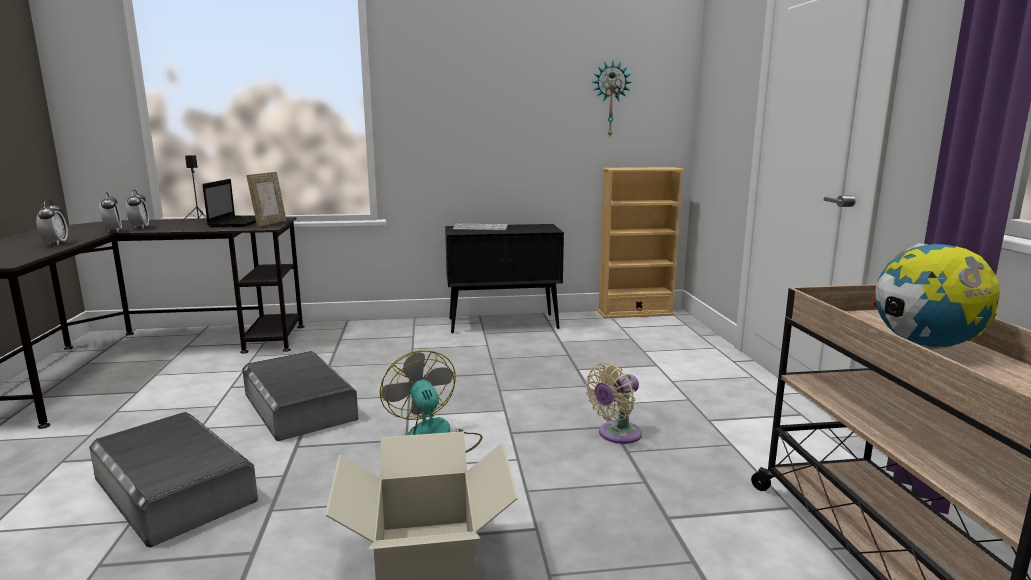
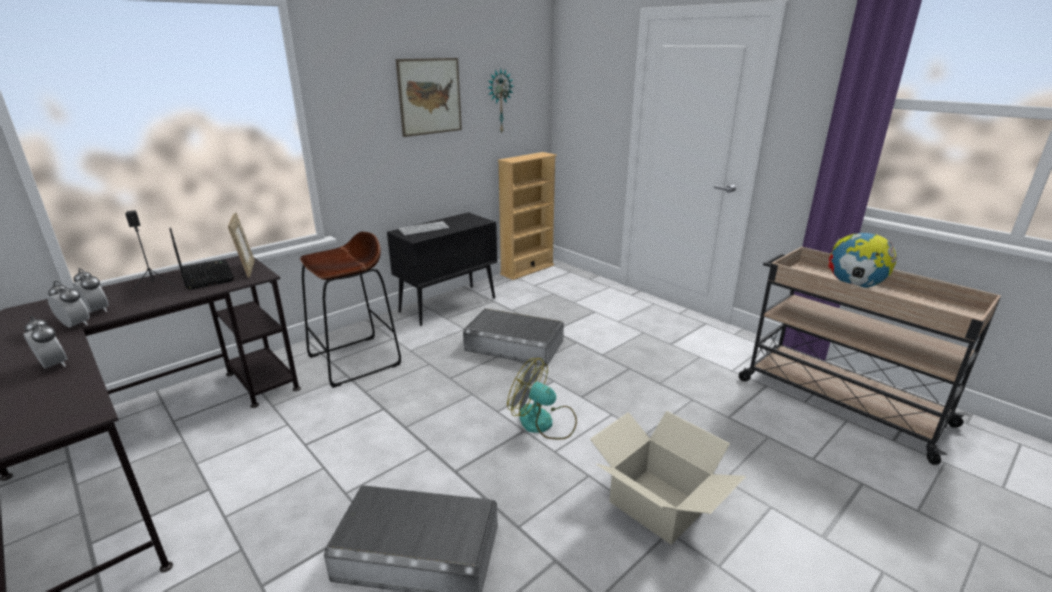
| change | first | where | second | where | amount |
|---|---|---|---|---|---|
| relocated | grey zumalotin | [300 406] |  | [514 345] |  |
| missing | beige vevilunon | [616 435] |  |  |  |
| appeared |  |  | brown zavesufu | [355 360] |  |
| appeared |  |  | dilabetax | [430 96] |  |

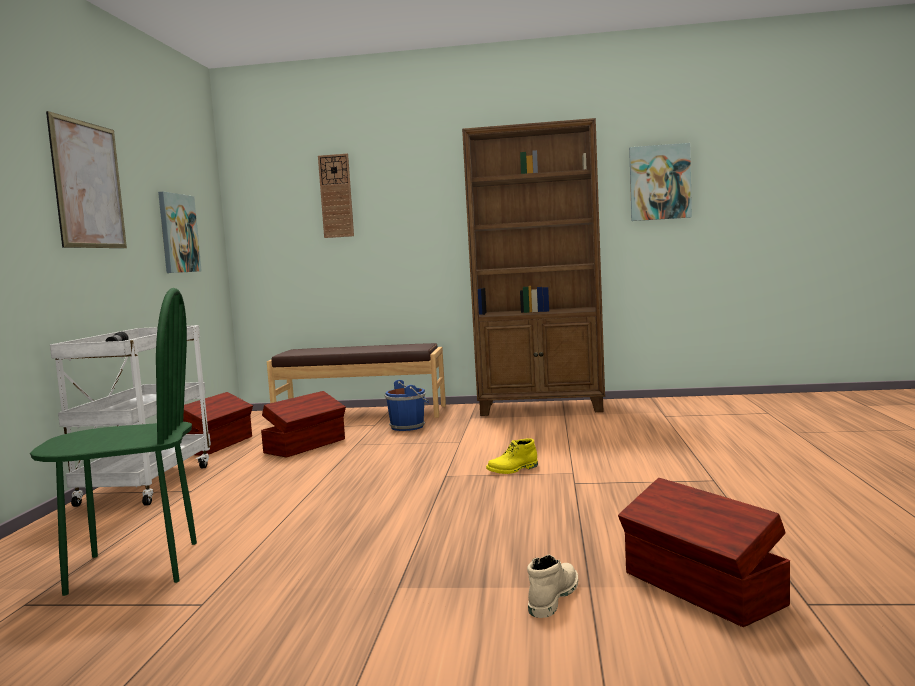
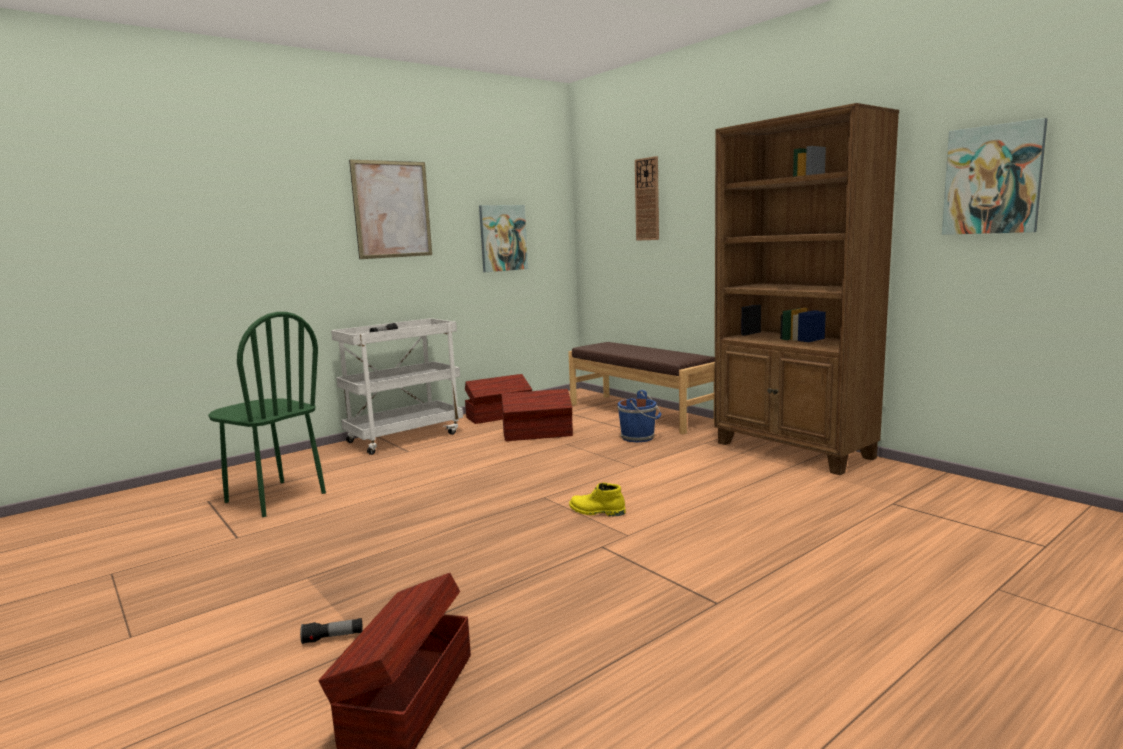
| change | first | where | second | where | amount |
|---|---|---|---|---|---|
| exchanged | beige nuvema | [552 597] | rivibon | [333 638] |  |

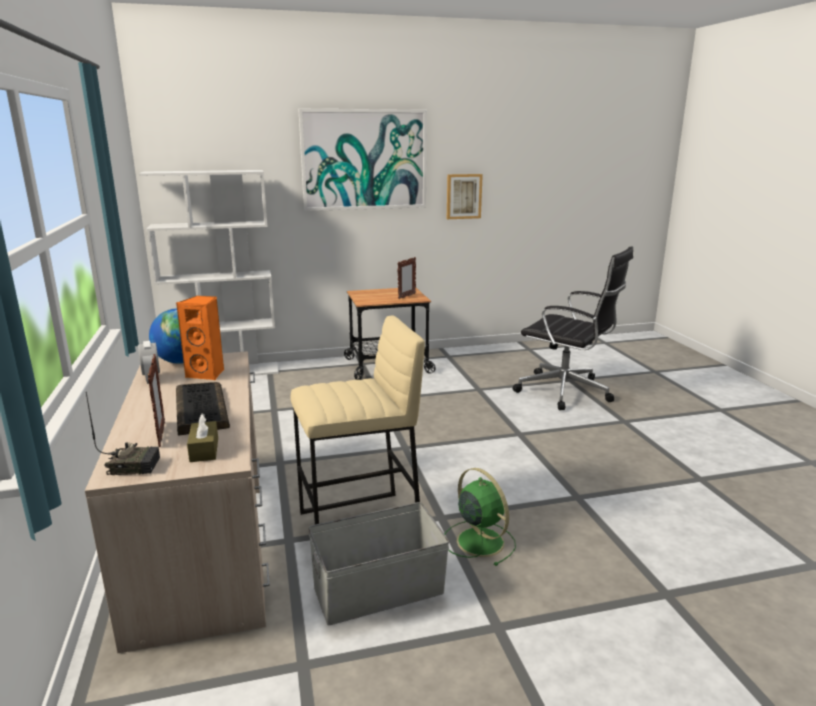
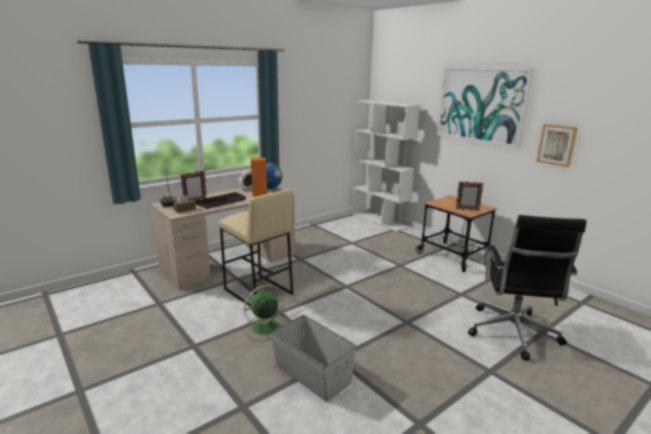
| change | first | where | second | where | amount |
|---|---|---|---|---|---|
| relocated | grey zumalotin | [379 590] |  | [312 374] |  |
| spun | green vevilunon | [478 540] |  | [264 328] | 150 degrees counterclockwise |

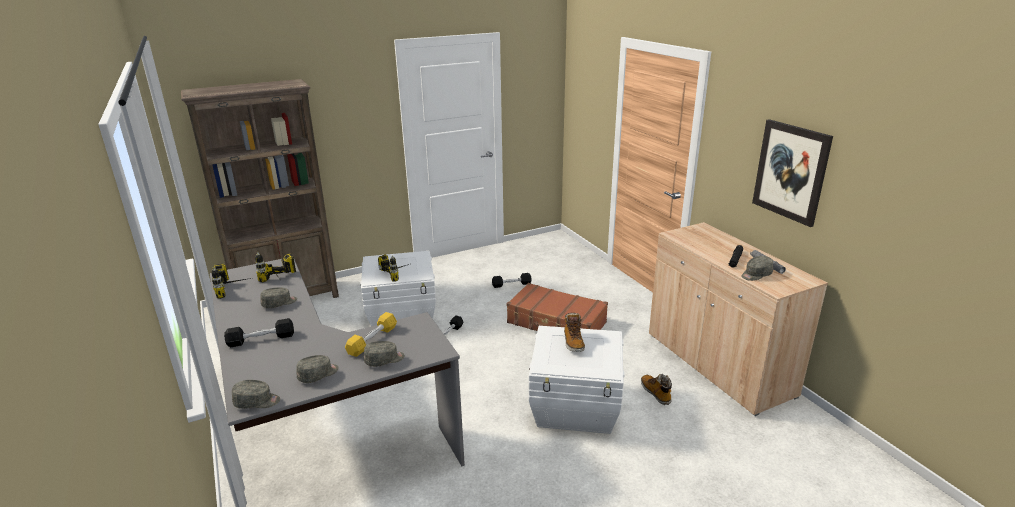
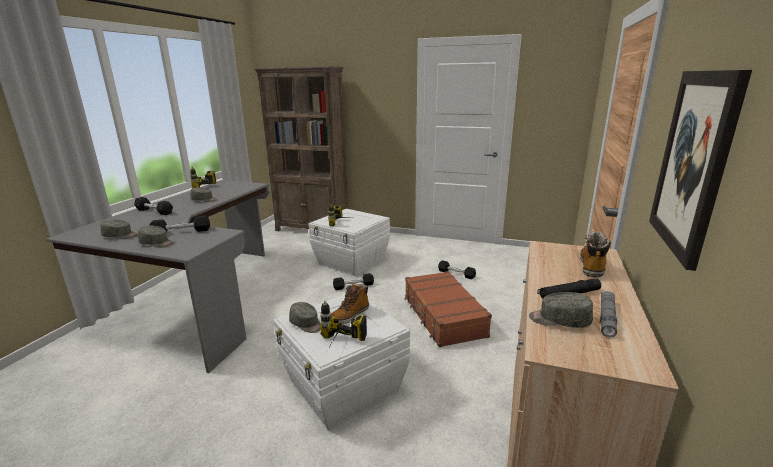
| change | first | where | second | where | amount |
|---|---|---|---|---|---|
| relocated | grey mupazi | [257 402] |  | [306 324] |  |
| relocated | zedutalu | [280 282] |  | [338 347] |  |
| colour | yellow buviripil | [372 340] | black buviripil | [181 232] |  |
| relocated | nuvema | [656 393] |  | [592 266] |  |

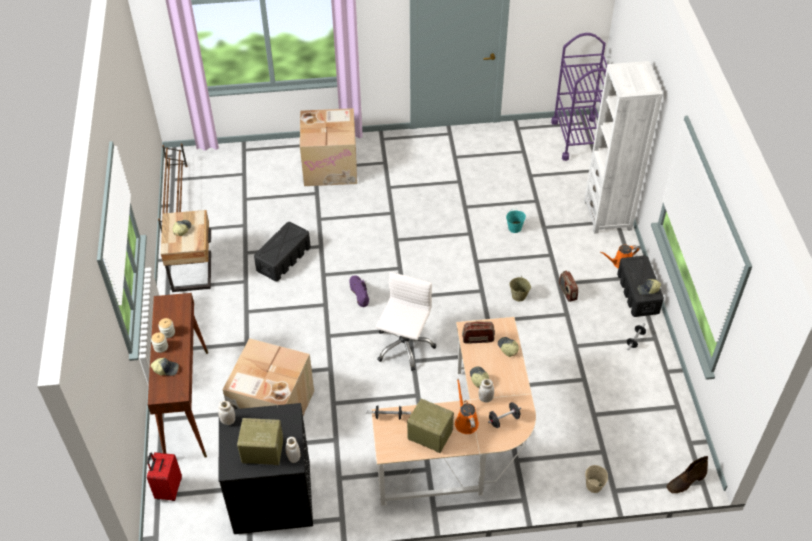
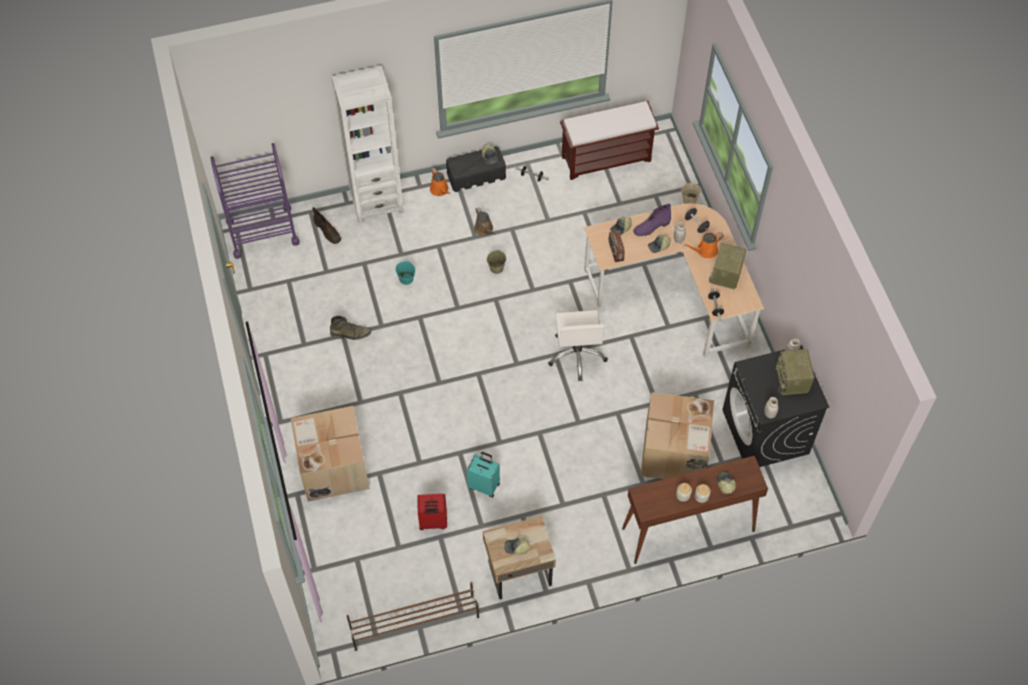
| change | first | where | second | where | amount |
|---|---|---|---|---|---|
| relocated | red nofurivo | [168 489] |  | [433 522] |  |
| exchanged | black zumalotin | [283 259] | turquoise nofurivo | [484 485] |  |
| relocated | purple nuvema | [359 292] |  | [651 227] |  |
| spun | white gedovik | [404 346] |  | [577 355] | 105 degrees counterclockwise |
| exchanged | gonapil | [567 292] | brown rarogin | [484 230] |  |
| relocated | brown nuvema | [685 482] |  | [328 231] |  |
| appeared |  |  | green nuvema | [351 333] |  |
| appeared |  |  | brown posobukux | [607 158] |  |

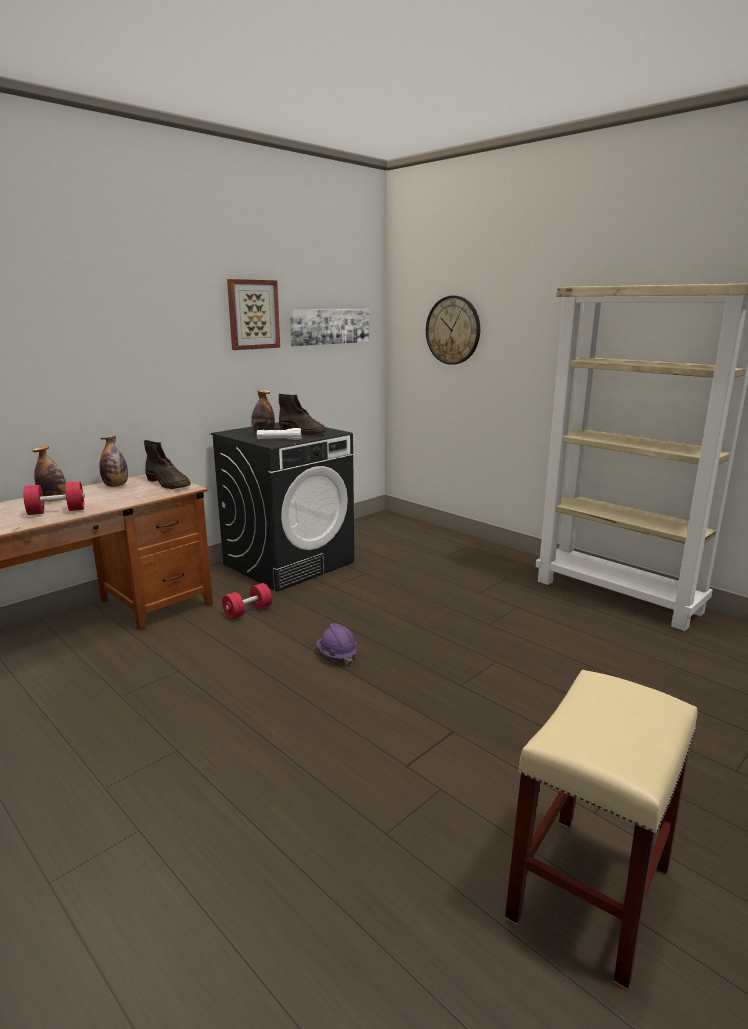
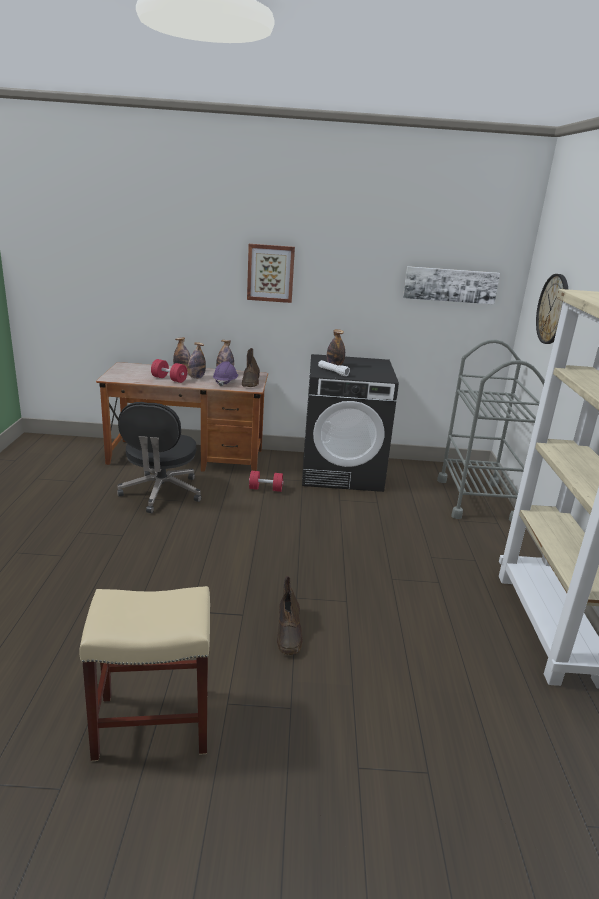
| change | first | where | second | where | amount |
|---|---|---|---|---|---|
| relocated | dilabetax | [253 314] |  | [270 273] |  |
| relocated | brown nuvema | [302 432] |  | [289 633] |  |
| relocated | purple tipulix | [337 655] |  | [225 382] |  |
| appeared |  |  | black gedovik | [161 493] |  |
| appeared |  |  | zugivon | [196 377] |  |
| appeared |  |  | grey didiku | [476 500] |  |

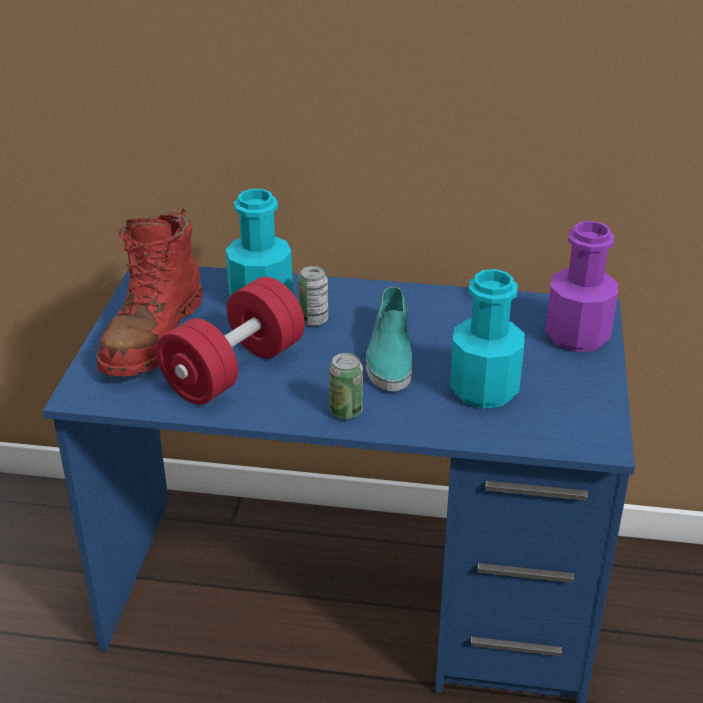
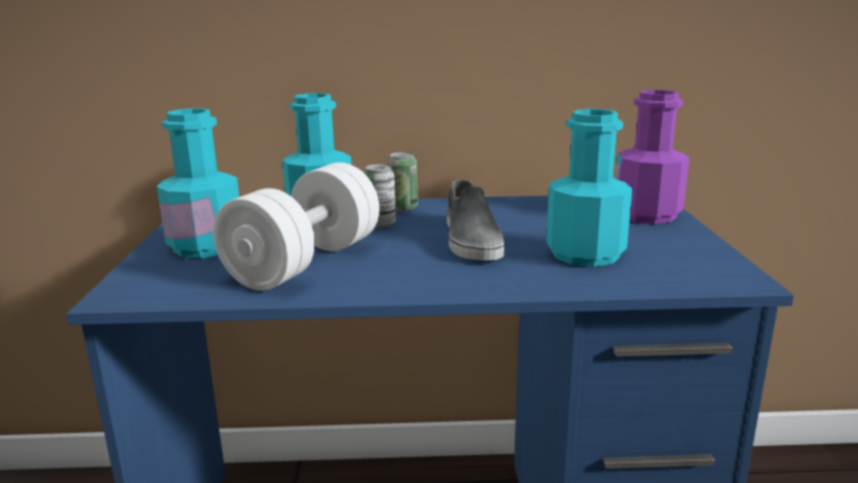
| change | first | where | second | where | amount |
|---|---|---|---|---|---|
| exchanged | red nuvema | [152 336] | turquoise zugivon | [206 246] |  |
| colour | red buviripil | [234 370] | white buviripil | [305 262] |  |
| relocated | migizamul | [346 411] |  | [403 208] |  |
| colour | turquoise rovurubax | [389 354] | grey rovurubax | [470 239] |  |

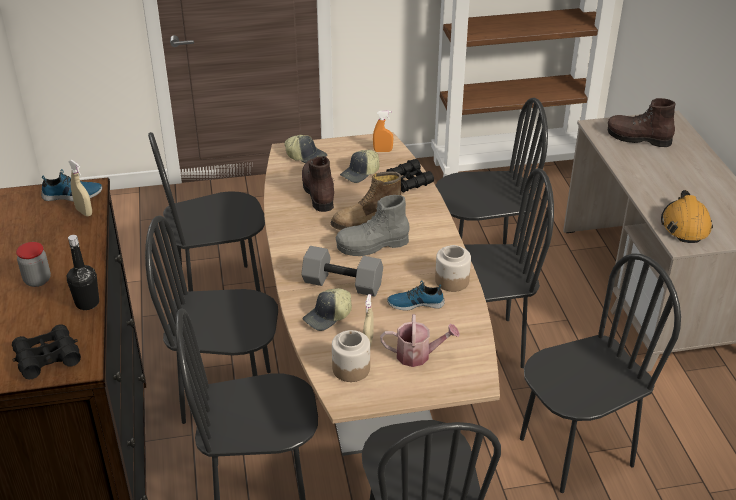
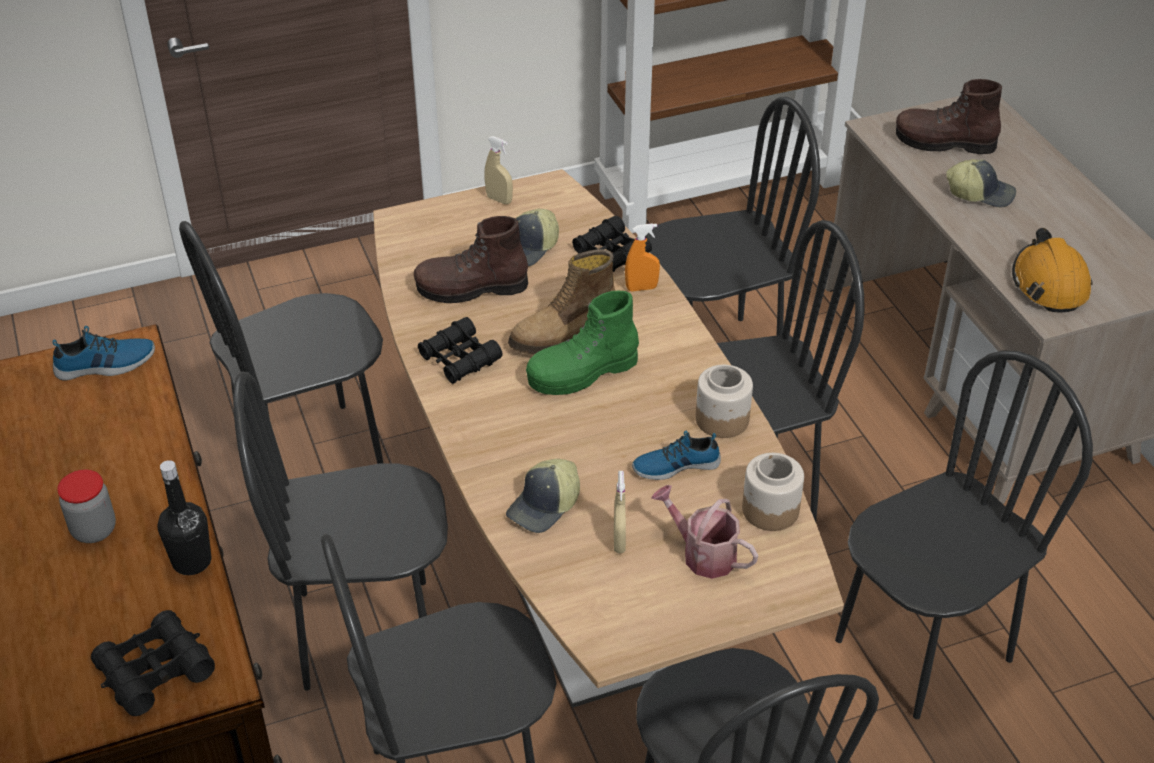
| change | first | where | second | where | amount |
|---|---|---|---|---|---|
| relocated | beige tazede | [84 212] |  | [499 199] |  |
| relocated | mupazi | [306 156] |  | [980 193] |  |
| missing | grey buviripil | [341 284] |  |  |  |
| spun | brown nuvema | [318 192] |  | [471 289] | 75 degrees counterclockwise |
| relocated | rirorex | [351 368] |  | [770 509] |  |
| colour | grey nuvema | [372 245] | green nuvema | [582 373] |  |
| relocated | orange tazede | [383 151] |  | [641 288] |  |
| spun | rarogin | [418 355] |  | [703 554] | 135 degrees counterclockwise |
| appeared |  |  | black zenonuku | [459 359] |  |

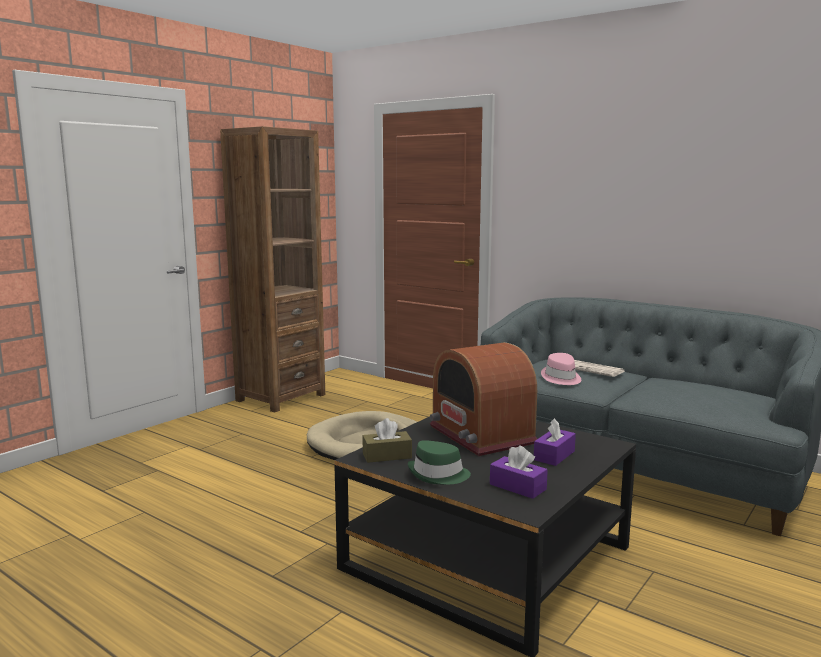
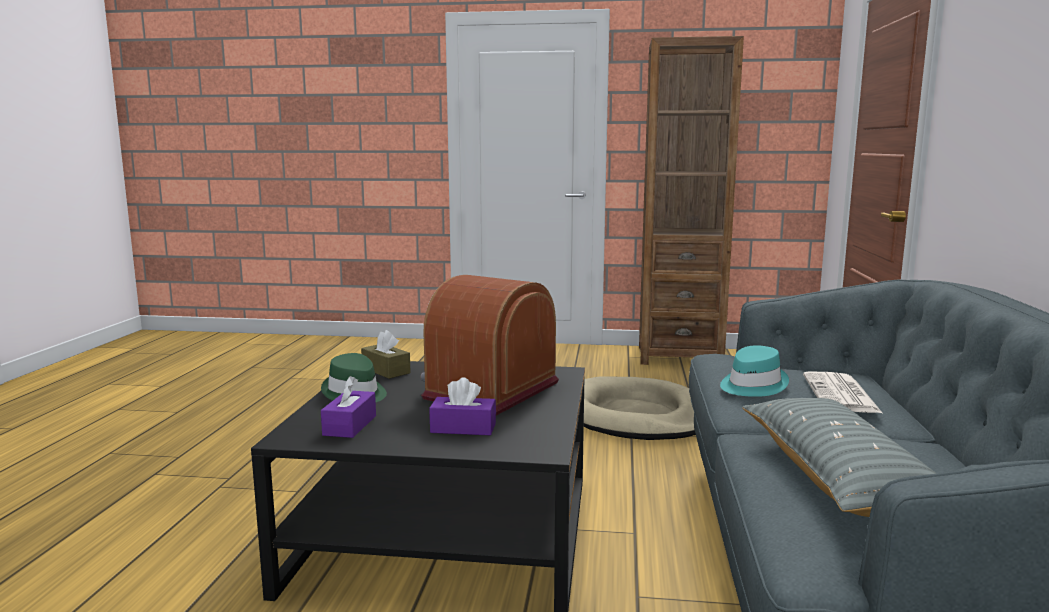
| change | first | where | second | where | amount |
|---|---|---|---|---|---|
| colour | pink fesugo | [561 378] | turquoise fesugo | [751 385] |  |
| appeared |  |  | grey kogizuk | [840 477] |  |

